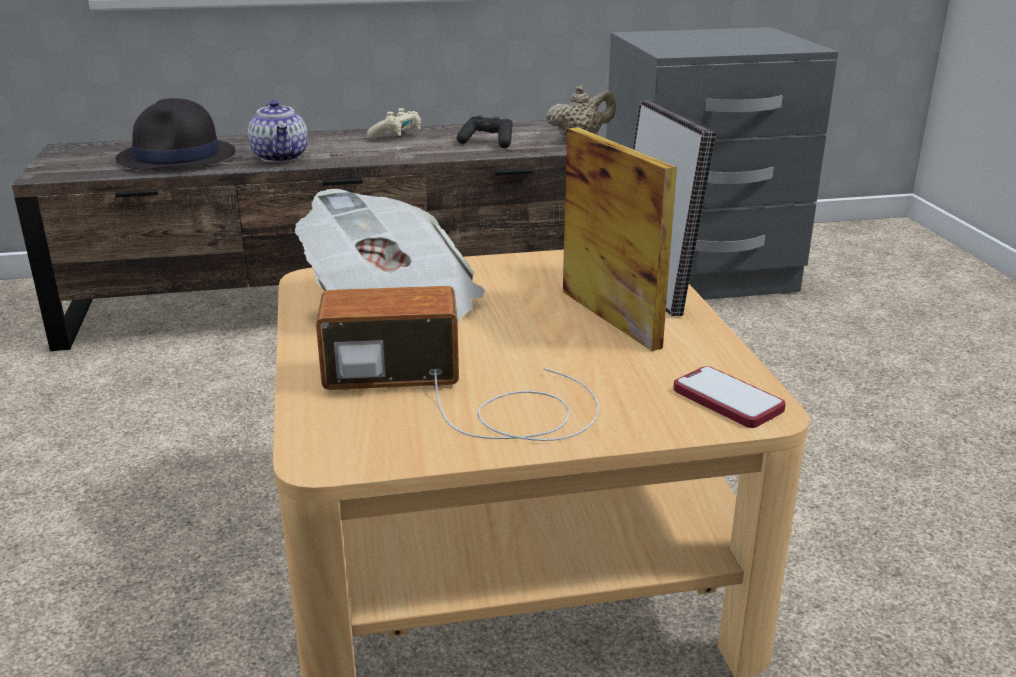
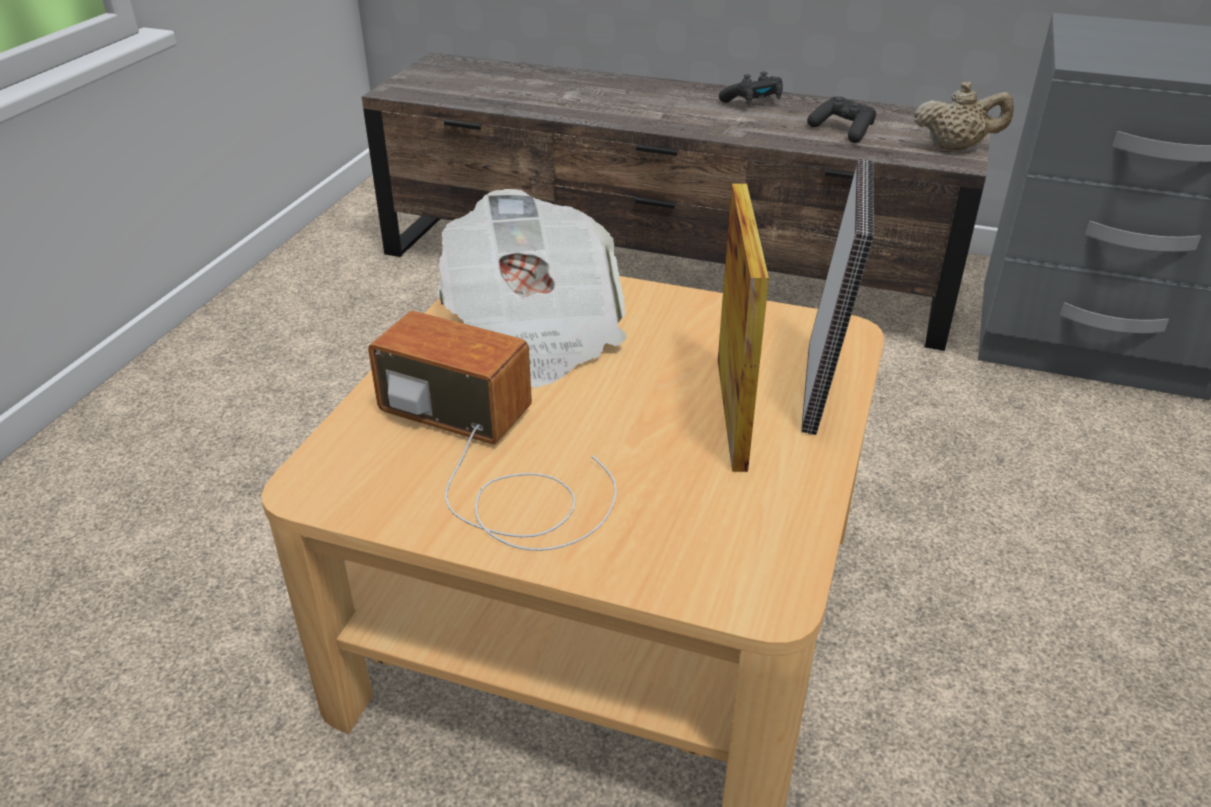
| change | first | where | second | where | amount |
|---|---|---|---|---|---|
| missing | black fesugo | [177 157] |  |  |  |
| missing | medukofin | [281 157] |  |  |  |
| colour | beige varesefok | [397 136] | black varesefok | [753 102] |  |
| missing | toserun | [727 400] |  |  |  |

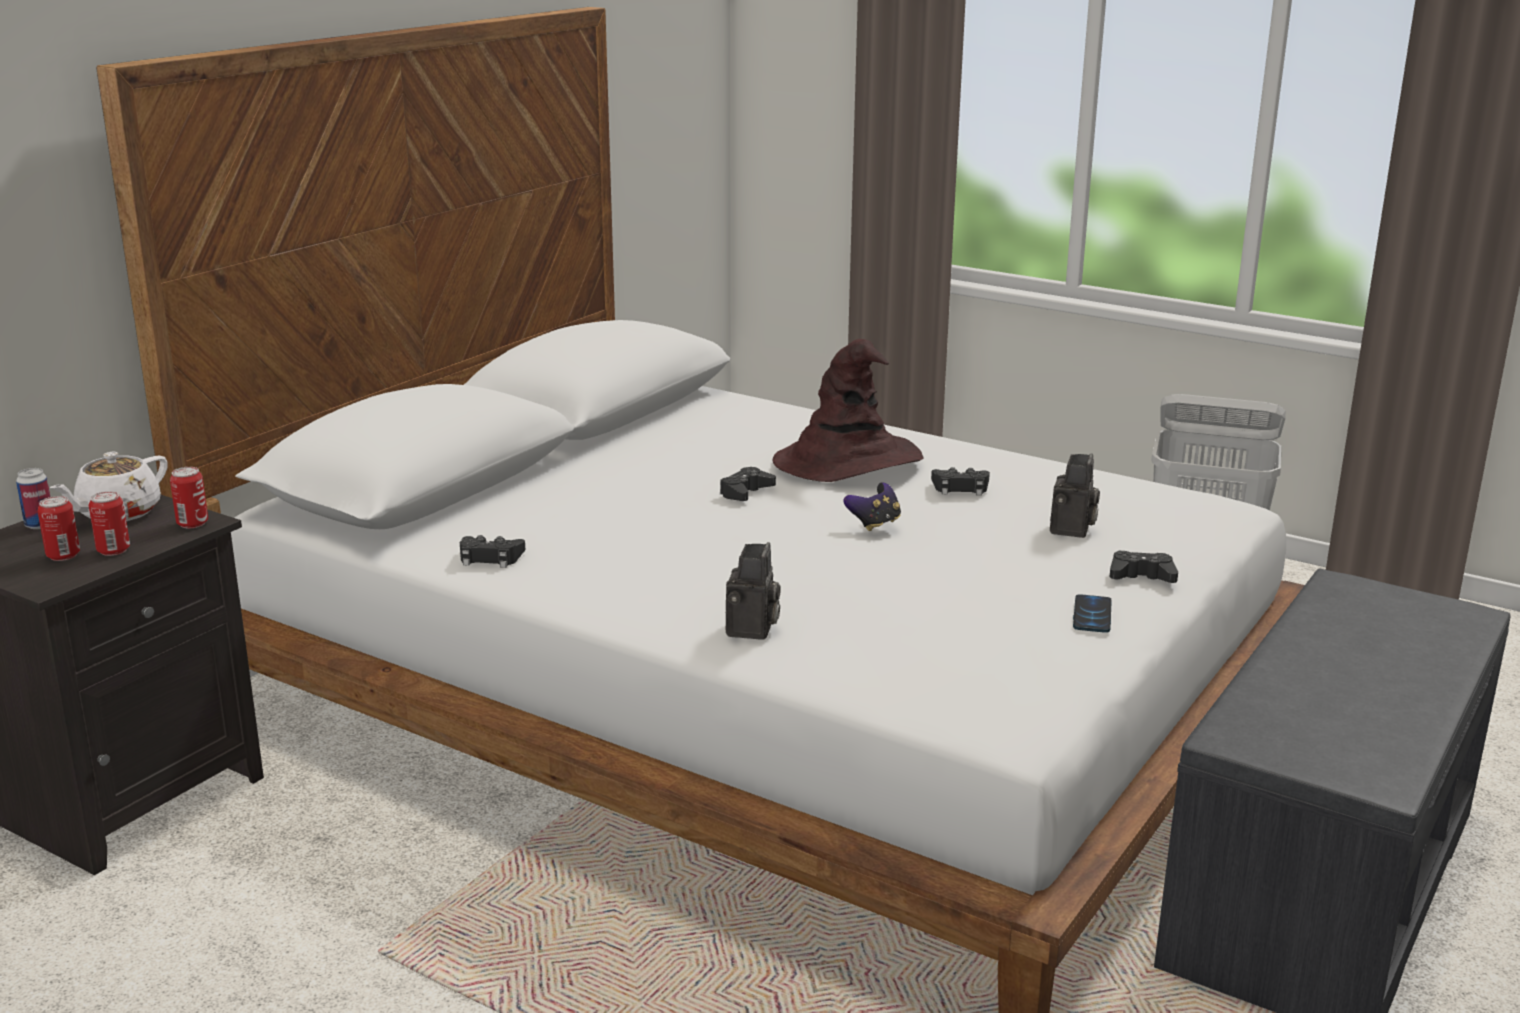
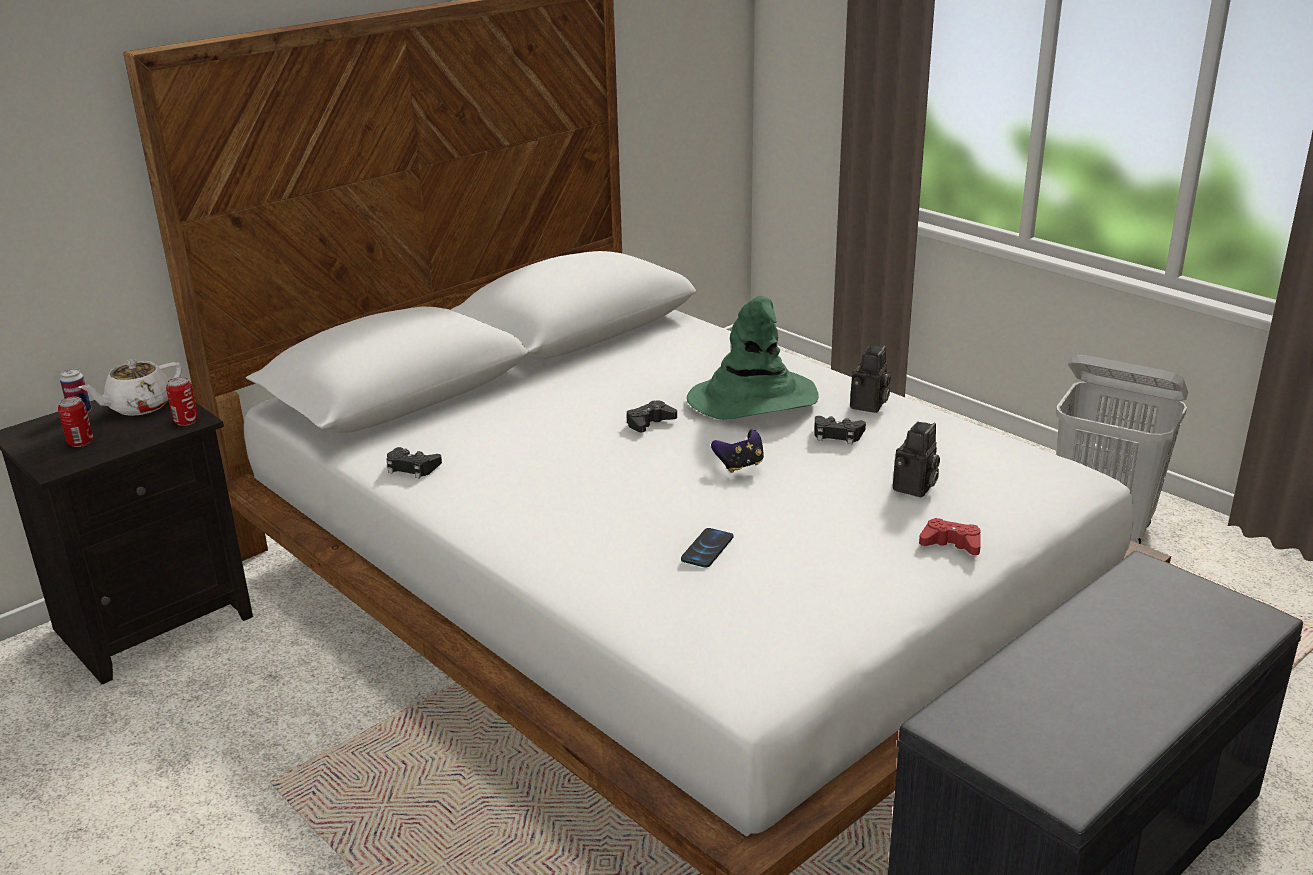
| change | first | where | second | where | amount |
|---|---|---|---|---|---|
| missing | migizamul | [113 550] |  |  |  |
| relocated | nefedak | [752 630] |  | [869 406] |  |
| colour | brown fesugo | [848 461] | green fesugo | [753 399] |  |
| relocated | toserun | [1092 615] |  | [707 549] |  |
| colour | black varesefok | [1141 576] | red varesefok | [951 544] |  |

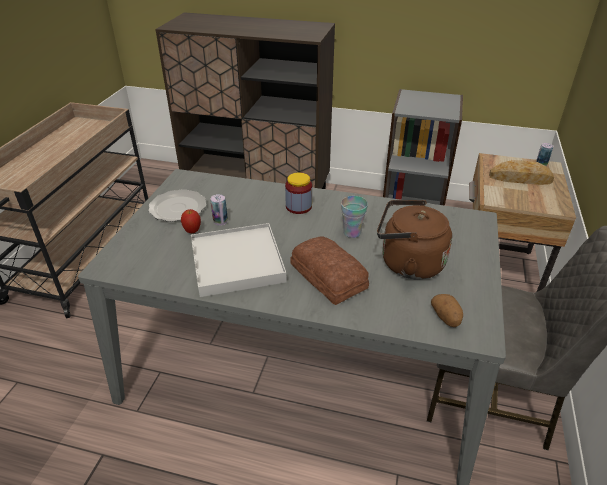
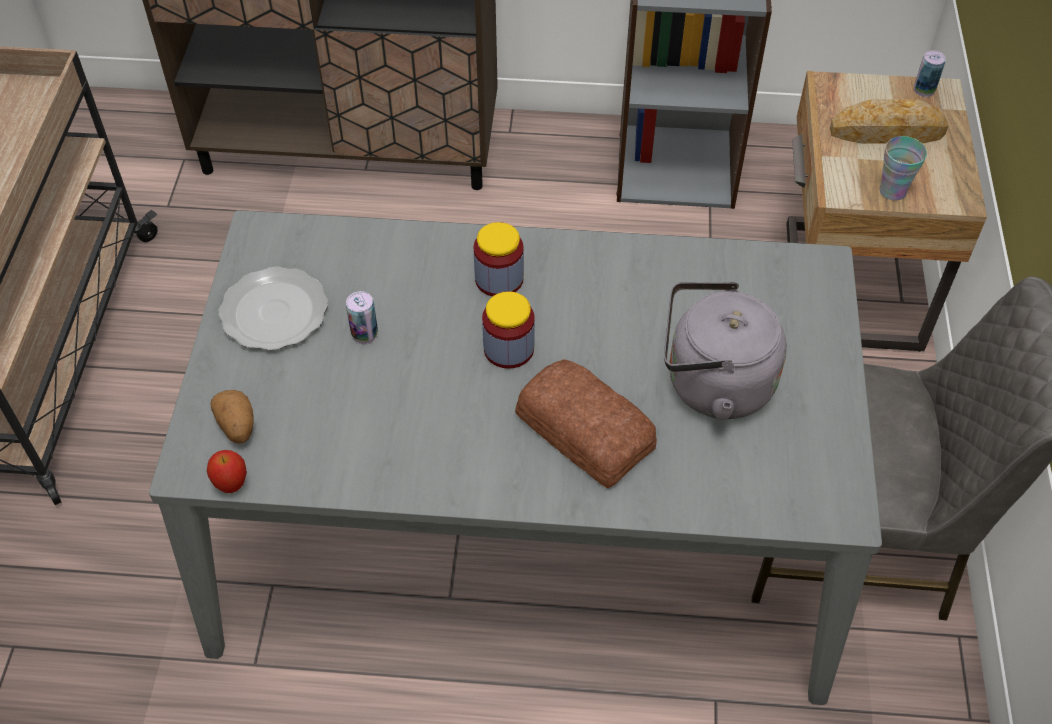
| change | first | where | second | where | amount |
|---|---|---|---|---|---|
| relocated | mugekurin | [192 231] |  | [231 484] |  |
| missing | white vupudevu | [237 262] |  |  |  |
| relocated | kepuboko | [352 233] |  | [892 191] |  |
| colour | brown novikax | [407 263] | grey novikax | [712 384] |  |
| relocated | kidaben | [446 318] |  | [237 426] |  |
| appeared |  |  | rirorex | [508 349] |  |

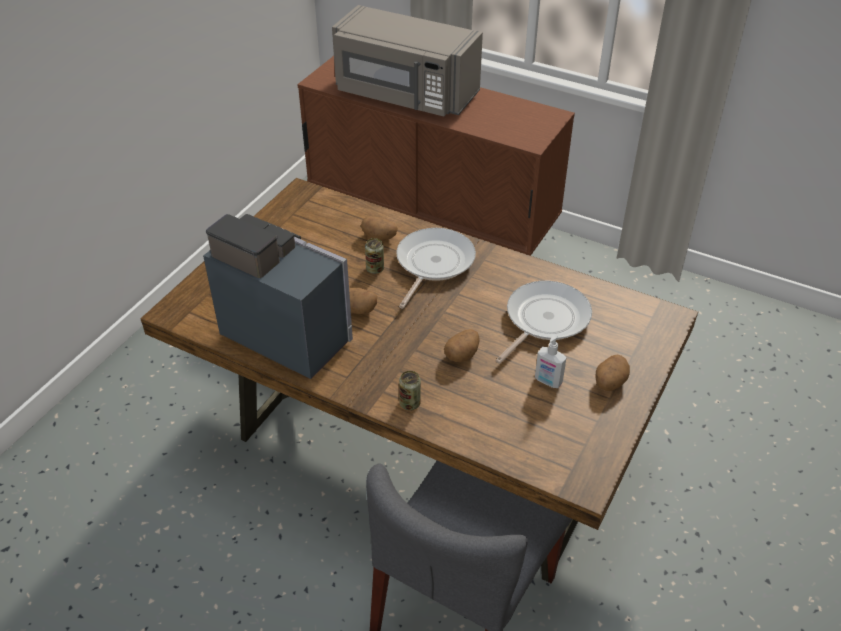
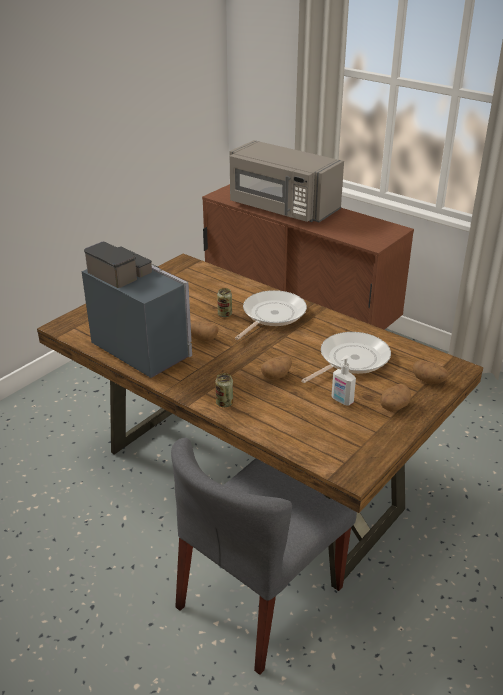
| change | first | where | second | where | amount |
|---|---|---|---|---|---|
| relocated | kidaben | [379 237] |  | [429 381] |  |

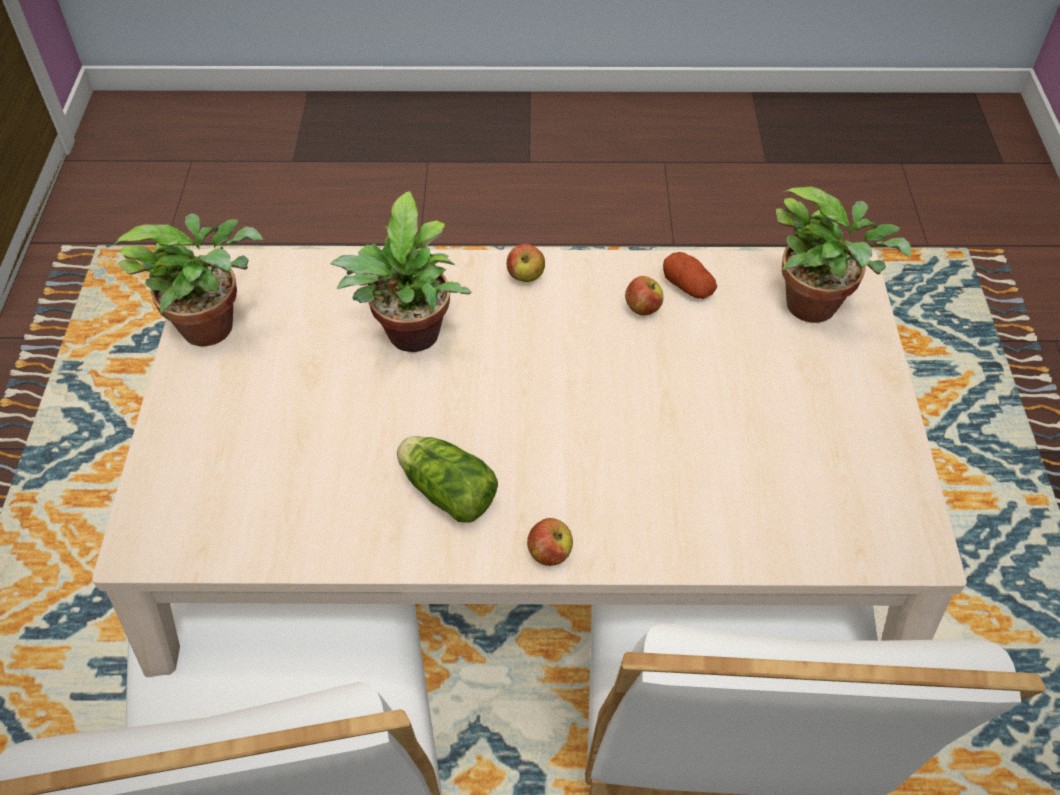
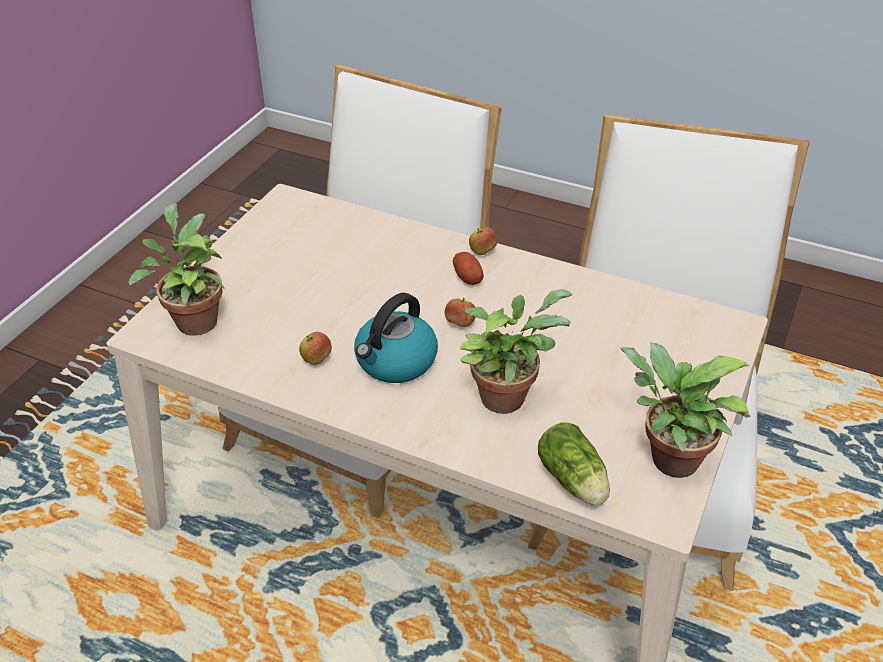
| change | first | where | second | where | amount |
|---|---|---|---|---|---|
| relocated | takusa | [445 490] |  | [574 482] |  |
| relocated | mugekurin | [525 276] |  | [460 323] |  |
| relocated | kidaben | [688 286] |  | [467 276] |  |
| appeared |  |  | novikax | [395 362] |  |

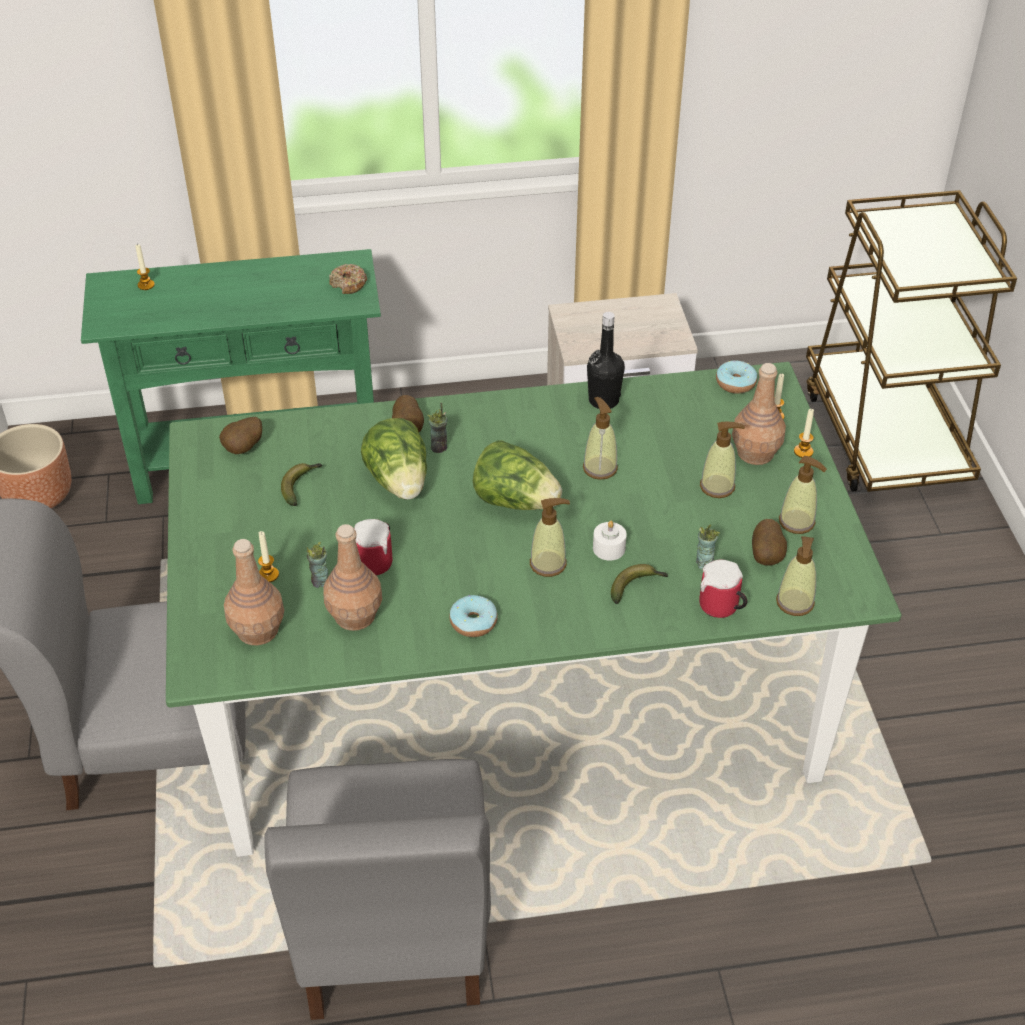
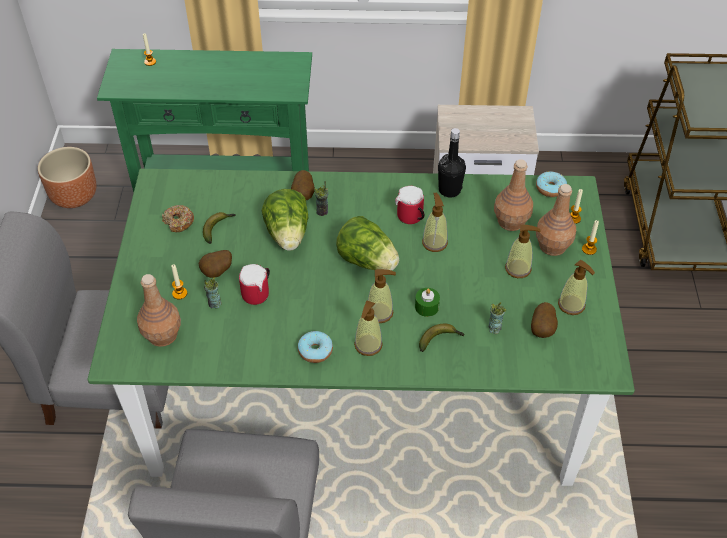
| change | first | where | second | where | amount |
|---|---|---|---|---|---|
| relocated | kidaben | [244 449] |  | [217 272] |  |
| relocated | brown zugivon | [354 616] |  | [510 221] |  |
| relocated | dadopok | [348 284] |  | [178 222] |  |
| colour | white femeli | [609 548] | green femeli | [426 307] |  |
| relocated | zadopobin | [721 608] |  | [411 218] |  |
| relocated | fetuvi | [795 603] |  | [368 345] |  |

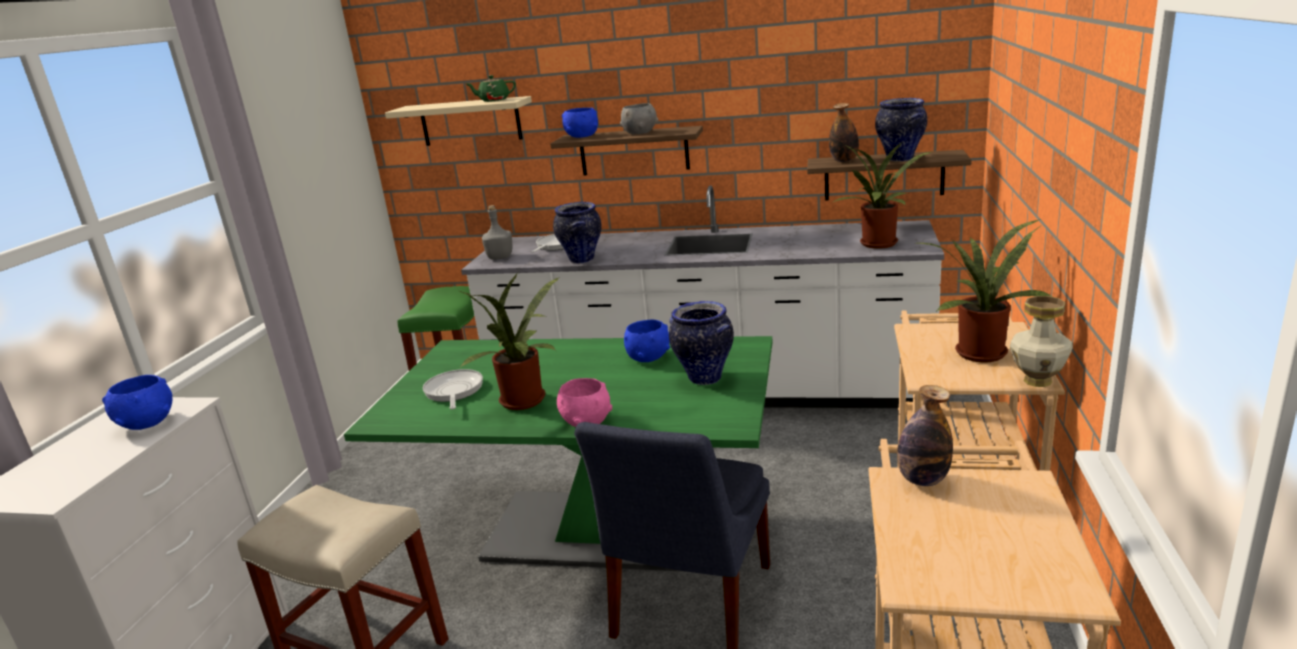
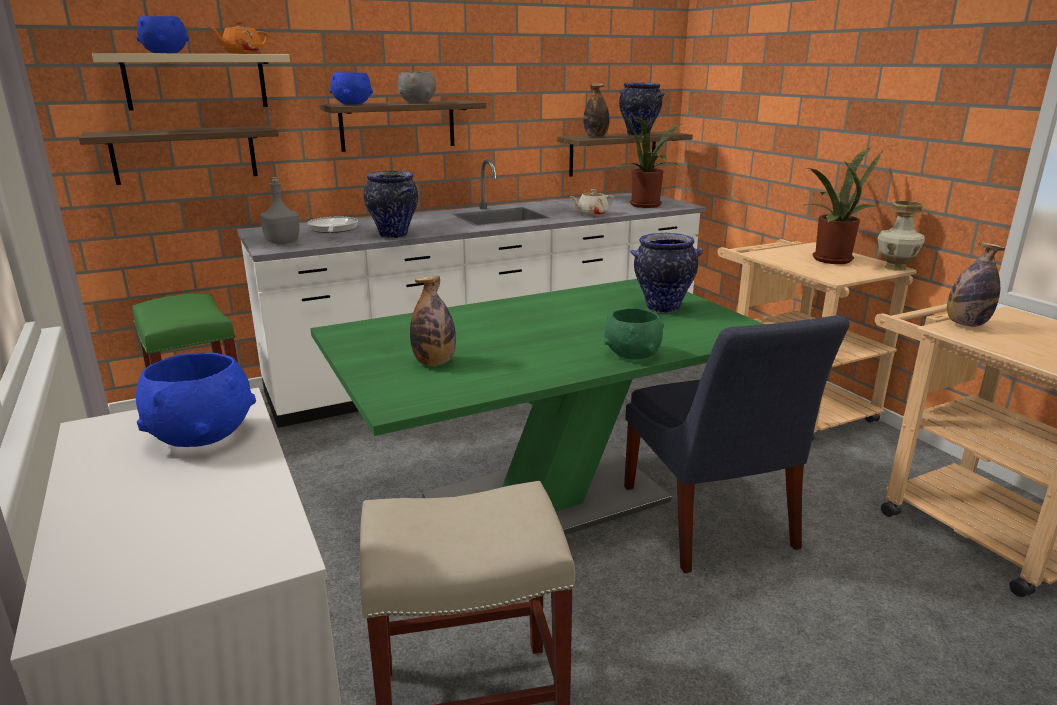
| change | first | where | second | where | amount |
|---|---|---|---|---|---|
| exchanged | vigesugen | [454 391] | zugivon | [434 363] |  |
| missing | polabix | [525 402] |  |  |  |
| colour | green medukofin | [493 100] | orange medukofin | [242 53] |  |
| colour | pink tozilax | [586 421] | green tozilax | [632 354] |  |
| relocated | blue tozilax | [649 357] |  | [166 53] |  |
| appeared |  |  | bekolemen | [185 154] |  |
| appeared |  |  | beige medukofin | [591 214] |  |

